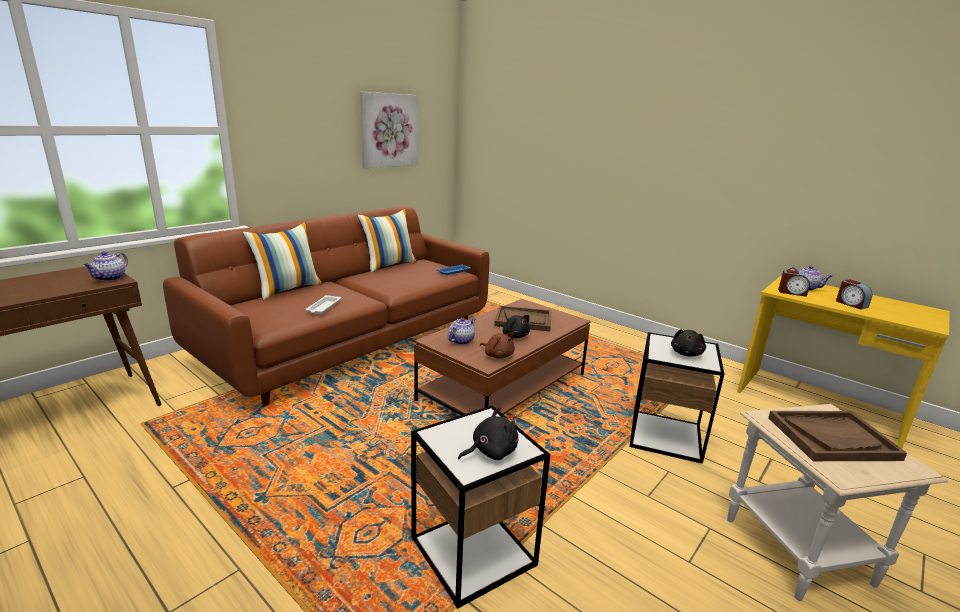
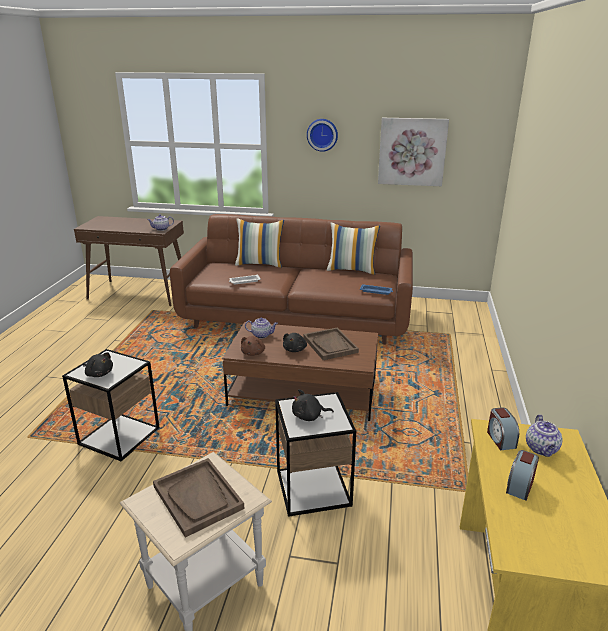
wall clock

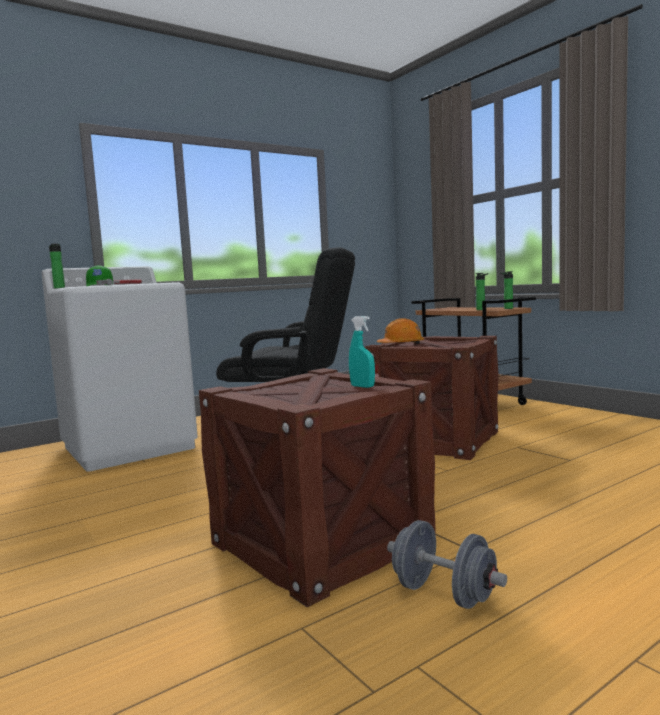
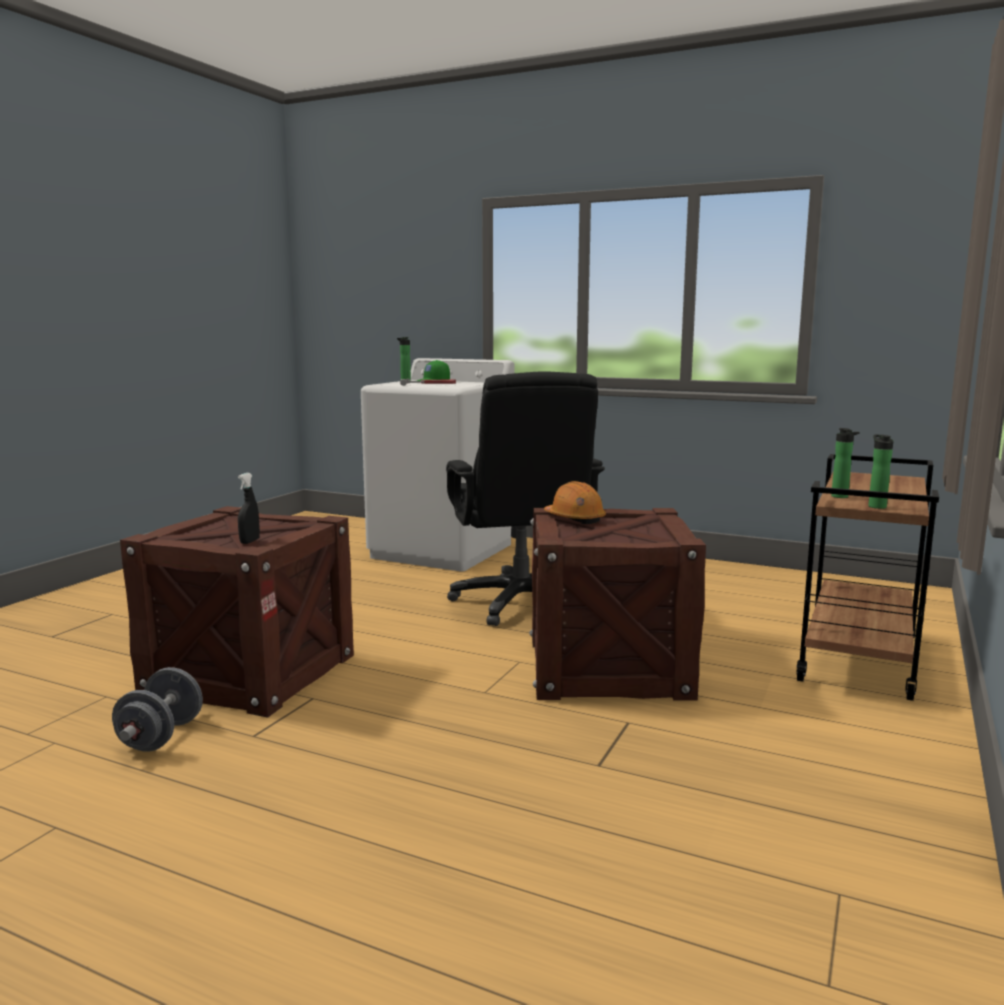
black spray bottle

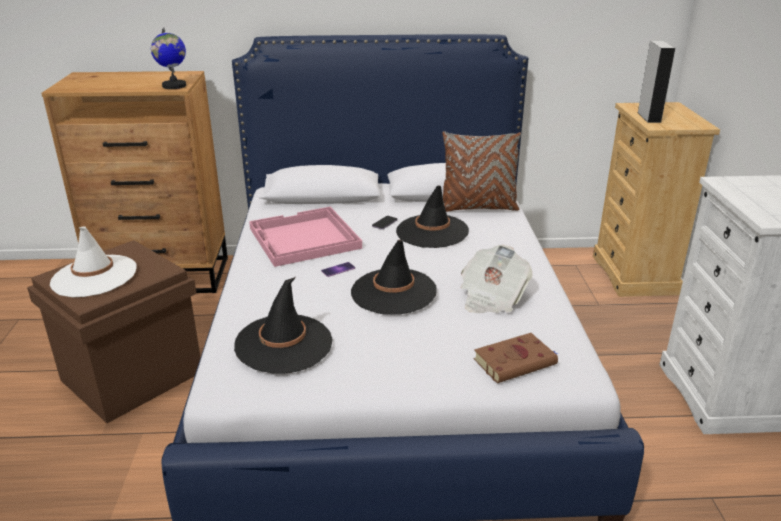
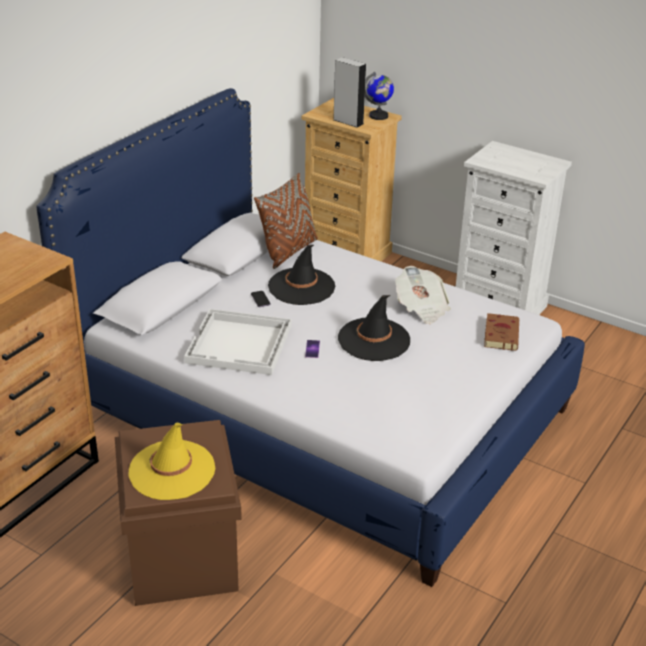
black hat (no. 1 from left in the first image)
globe
yellow hat
white tray

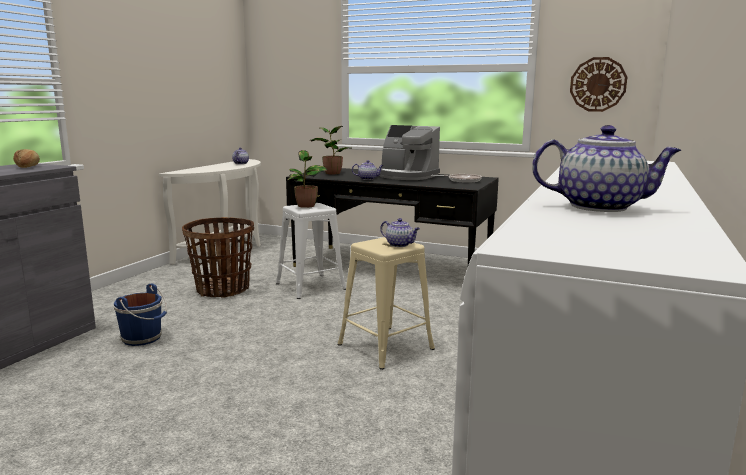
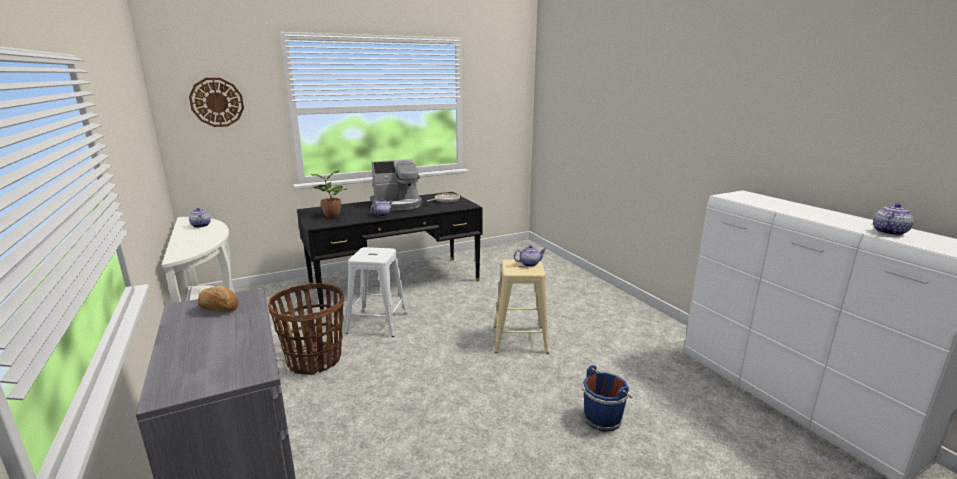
potted plant (no. 1 from left in the first image)
blue bucket
wall clock

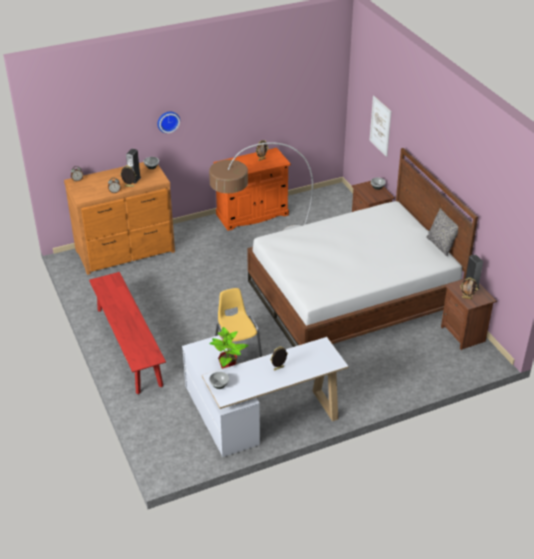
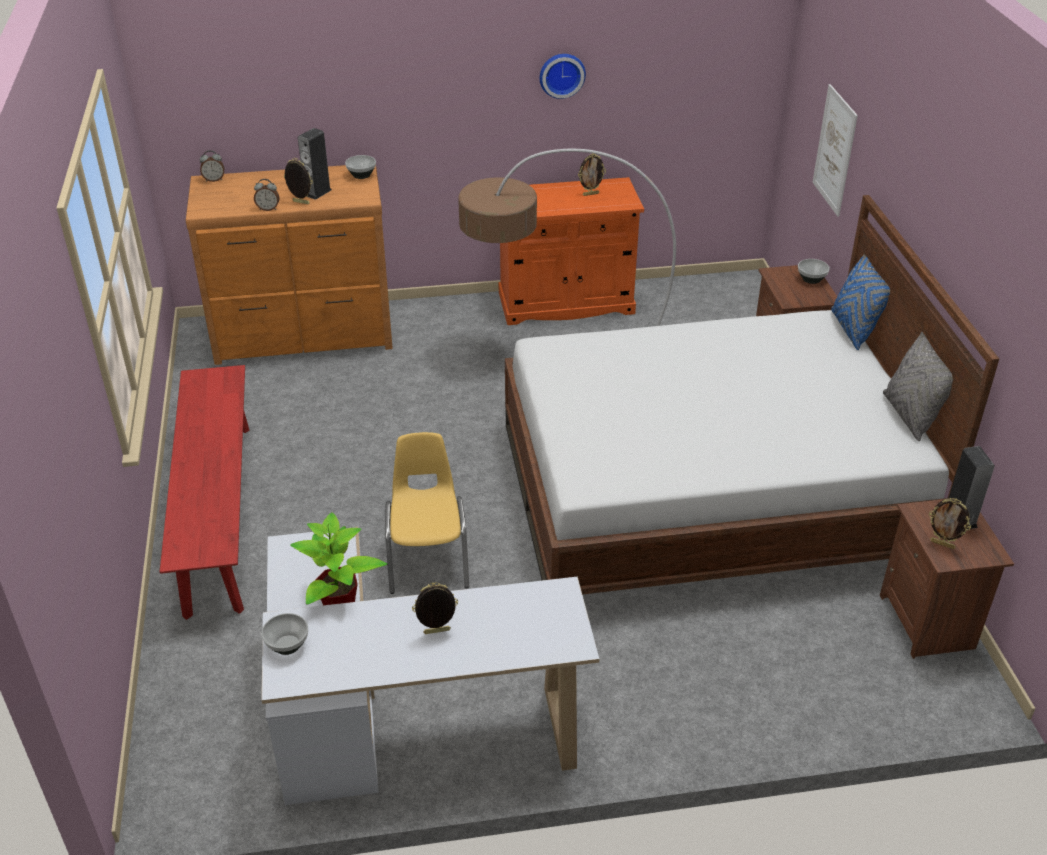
blue pillow
wall clock

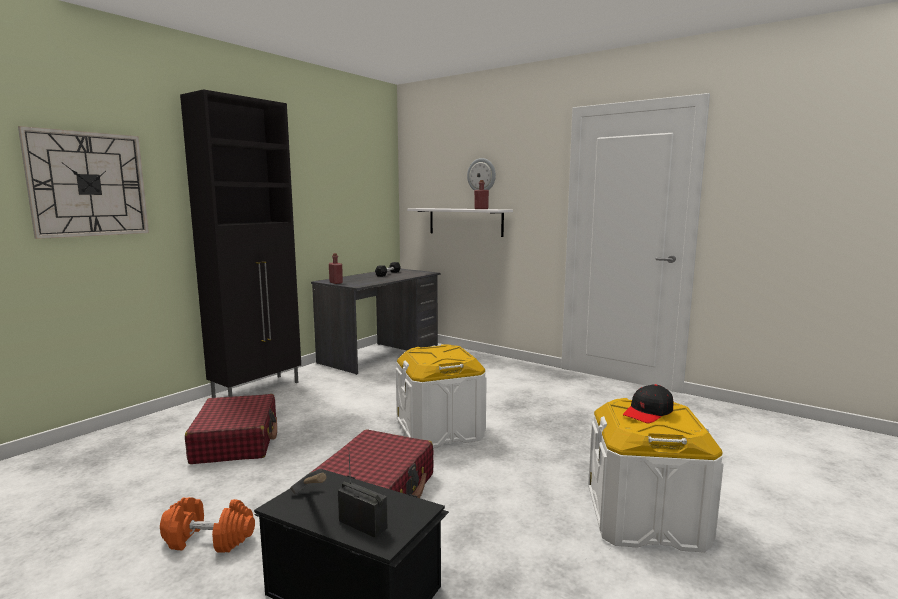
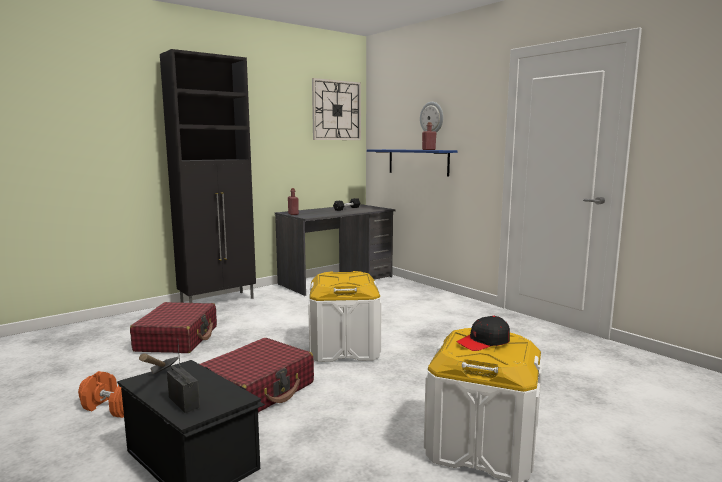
wall clock (no. 1 from left)
blue shelf

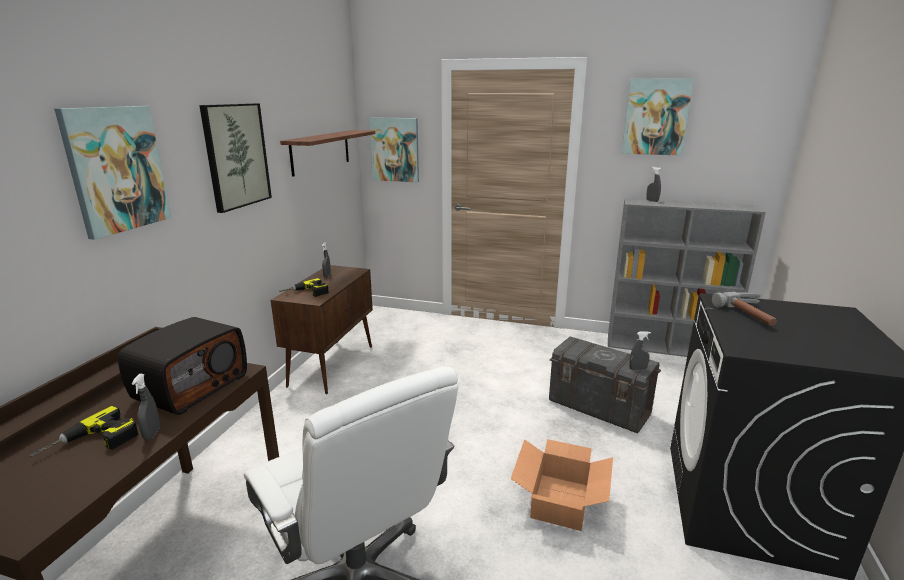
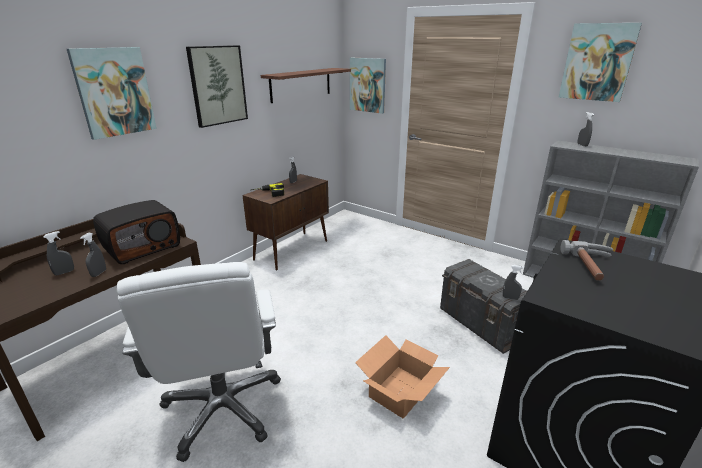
grey spray bottle (no. 1 from left)

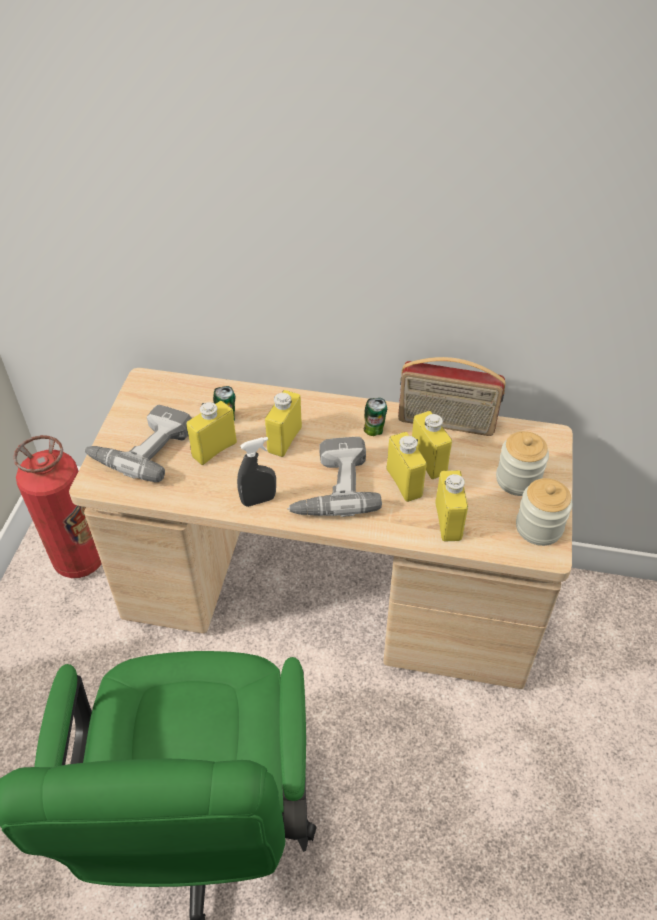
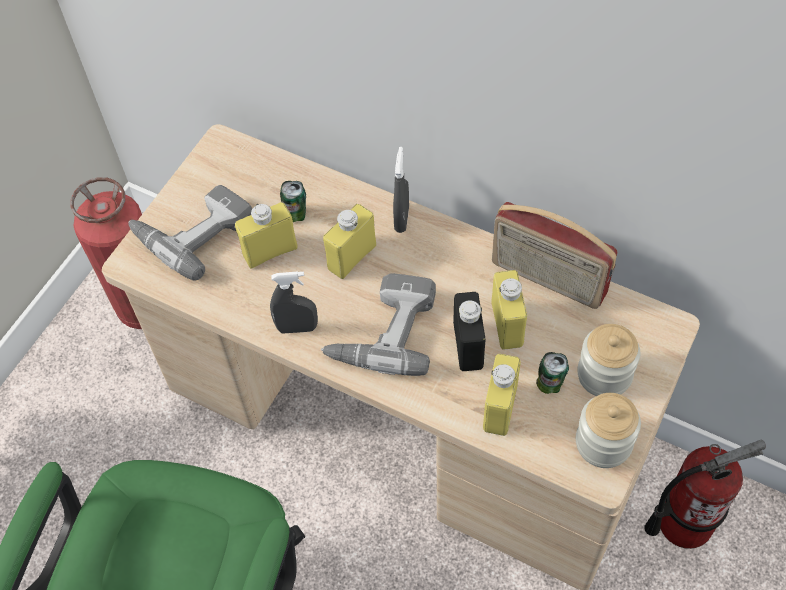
grey spray bottle (no. 2 from left)
fire extinguisher (no. 2 from left)
can (no. 2 from left)
black bottle

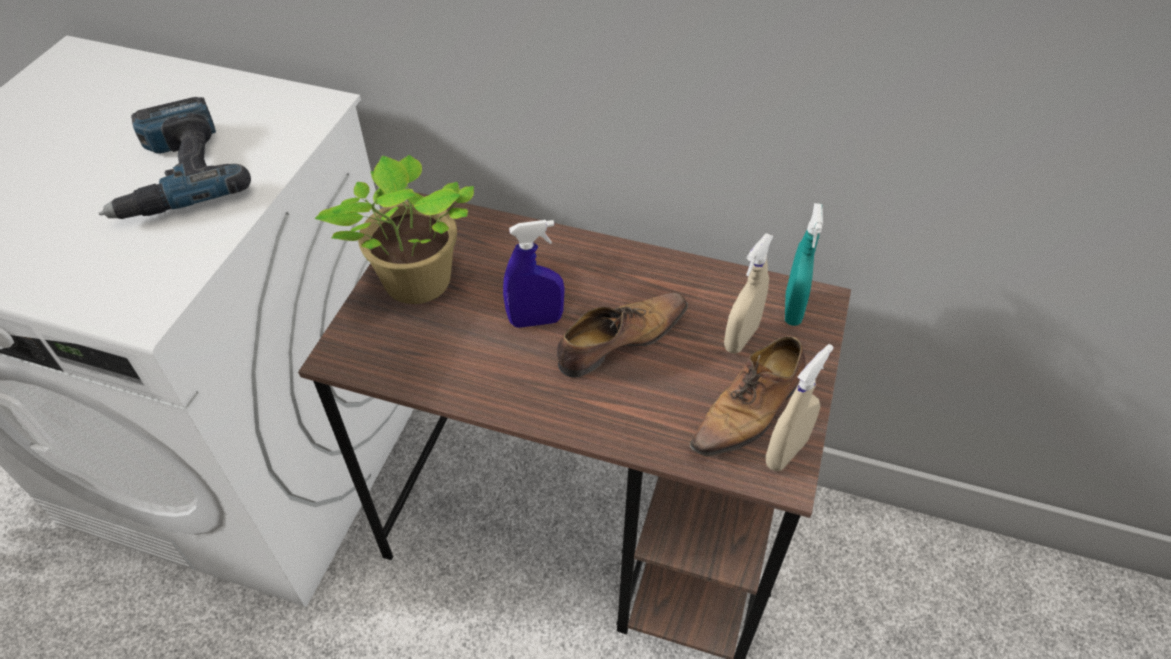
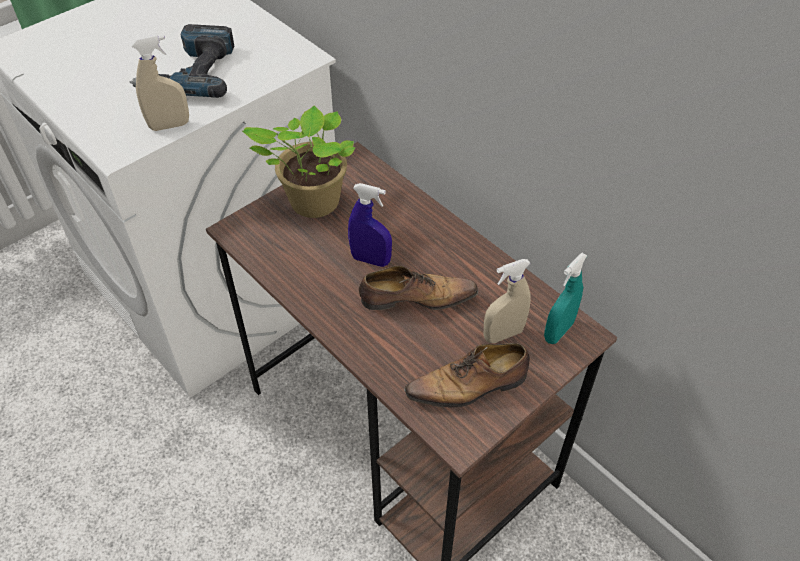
beige spray bottle (no. 1 from left)

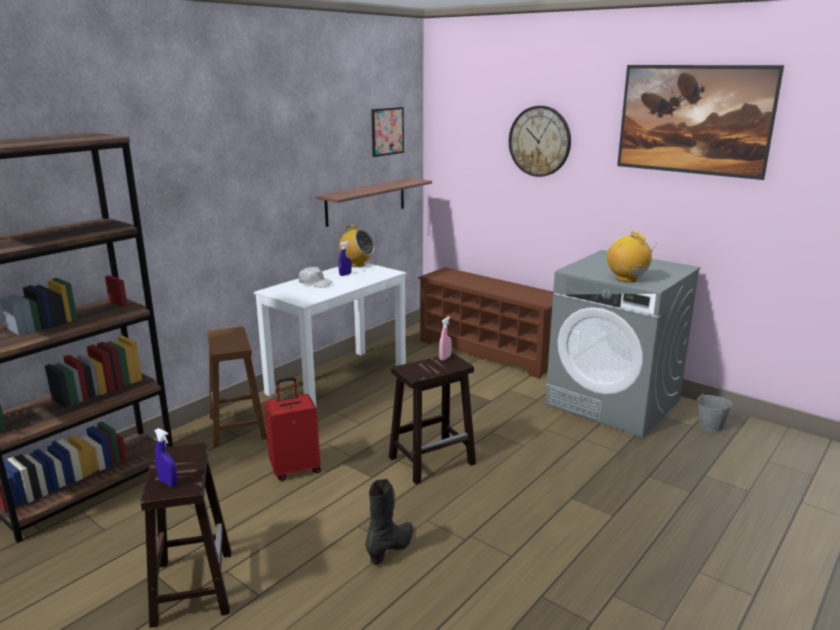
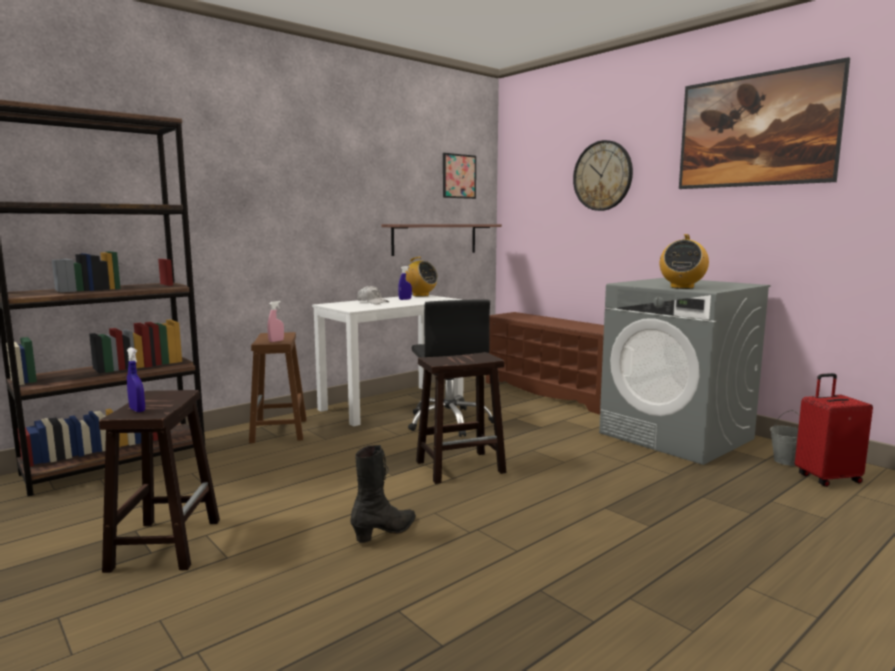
black office chair
red suitcase
pink spray bottle
radio (no. 2 from left)

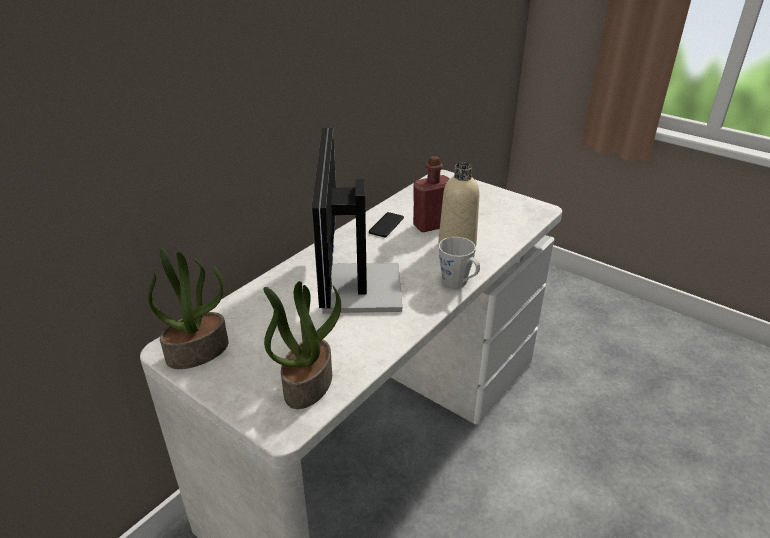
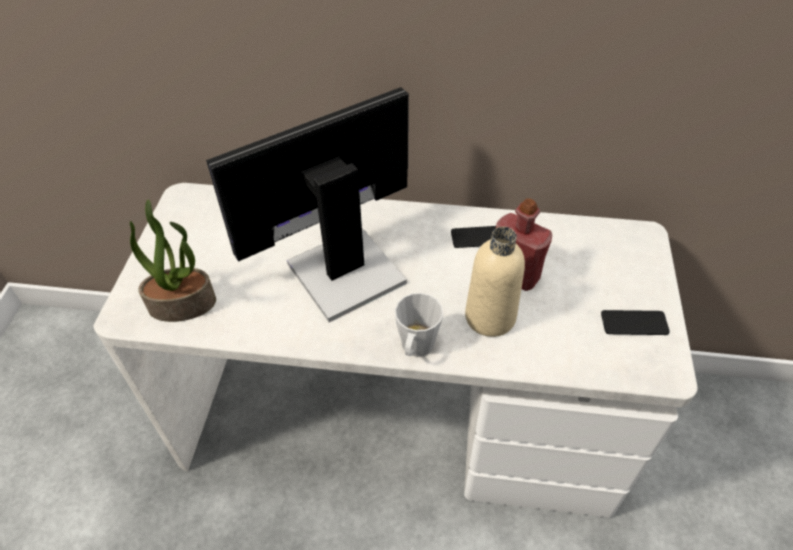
potted plant (no. 1 from left in the first image)
phone (no. 2 from left)

